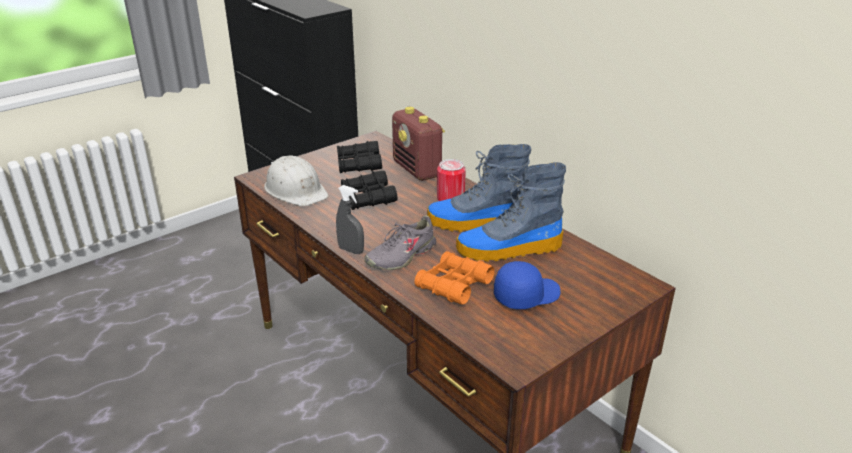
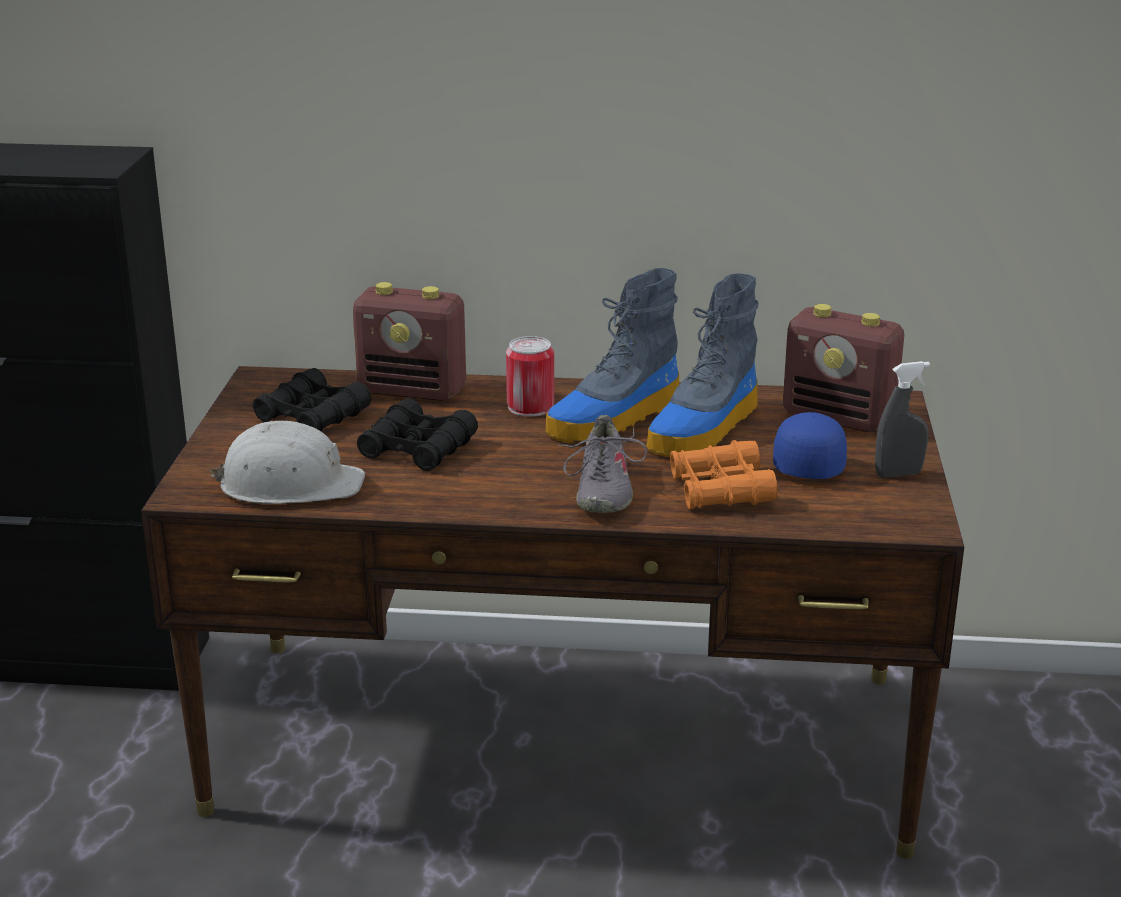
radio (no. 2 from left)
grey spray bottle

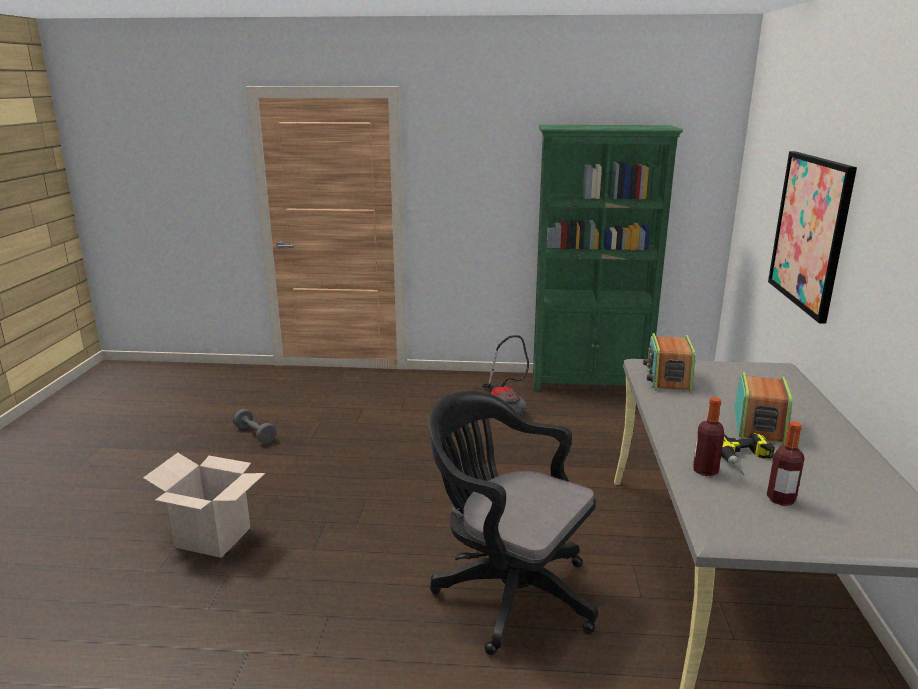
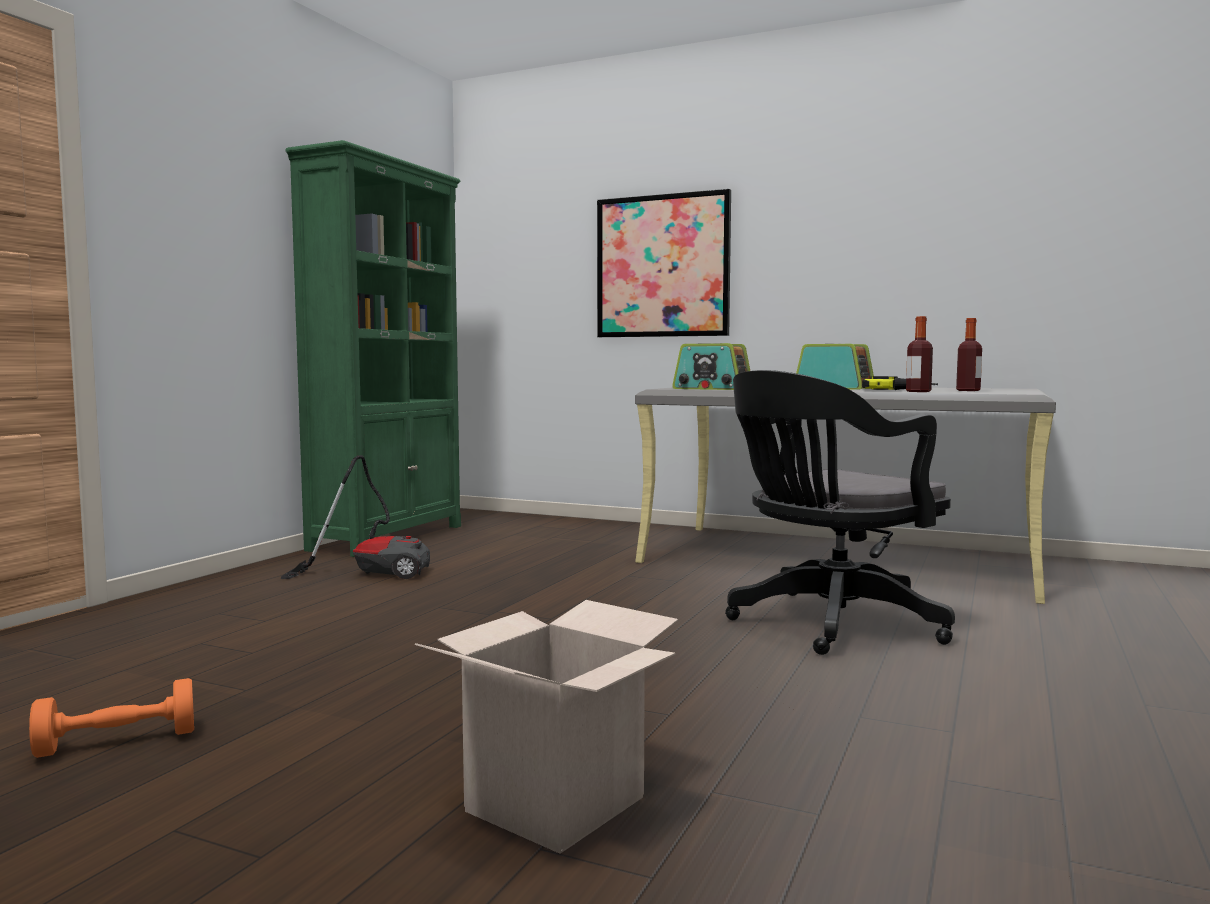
orange dumbbell

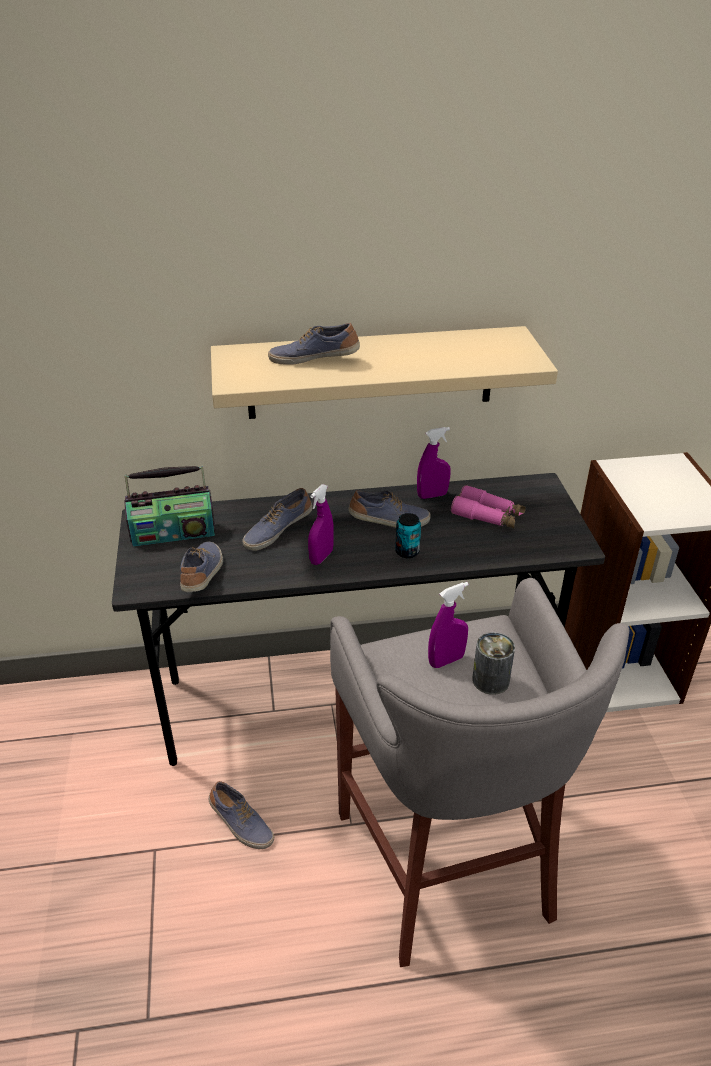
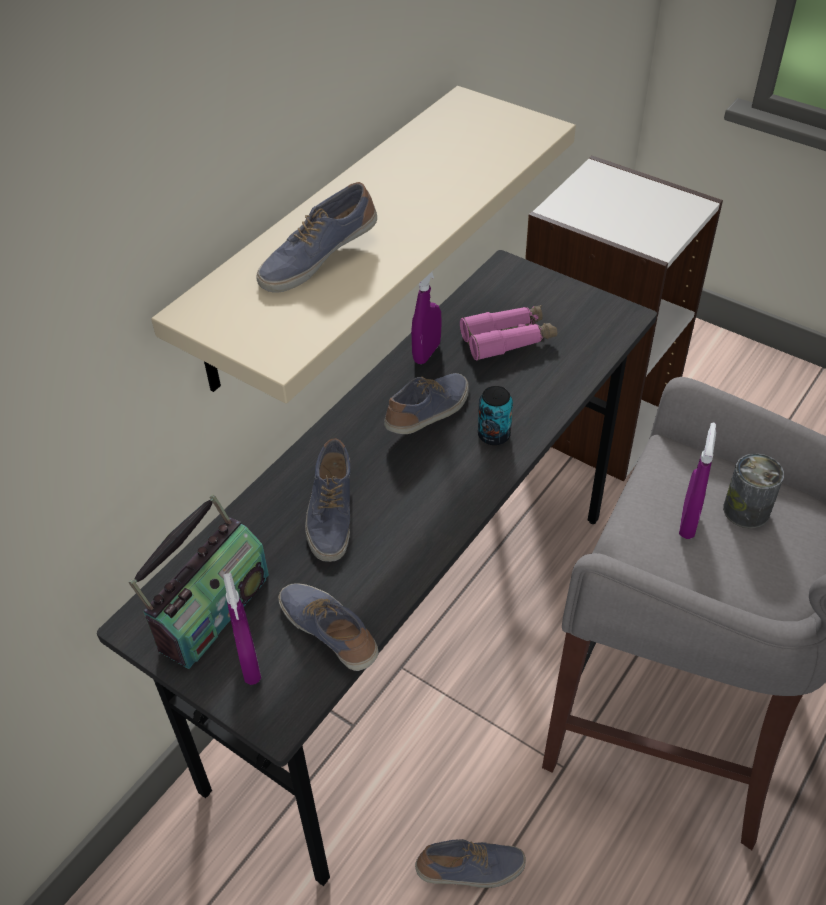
purple spray bottle (no. 1 from left)

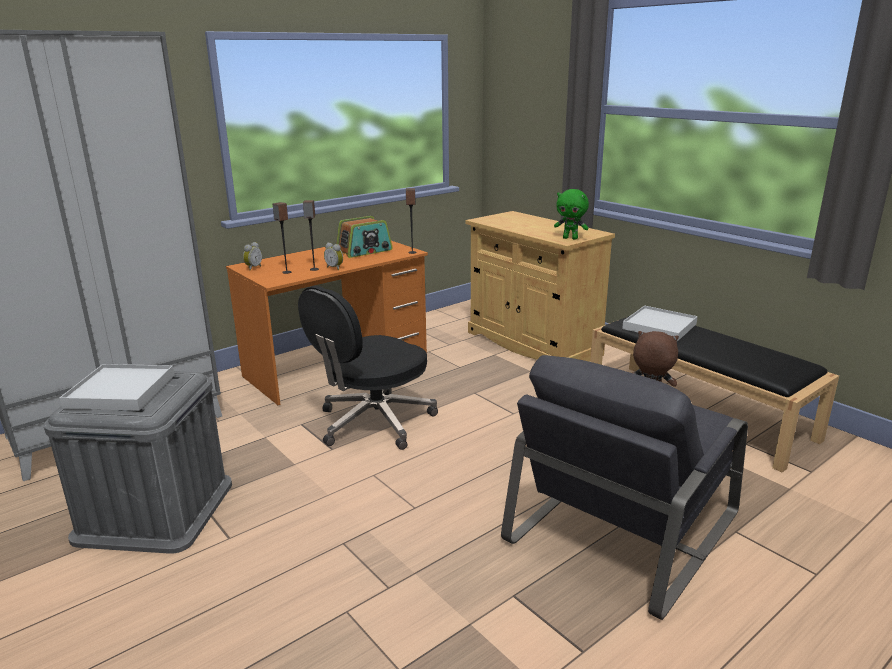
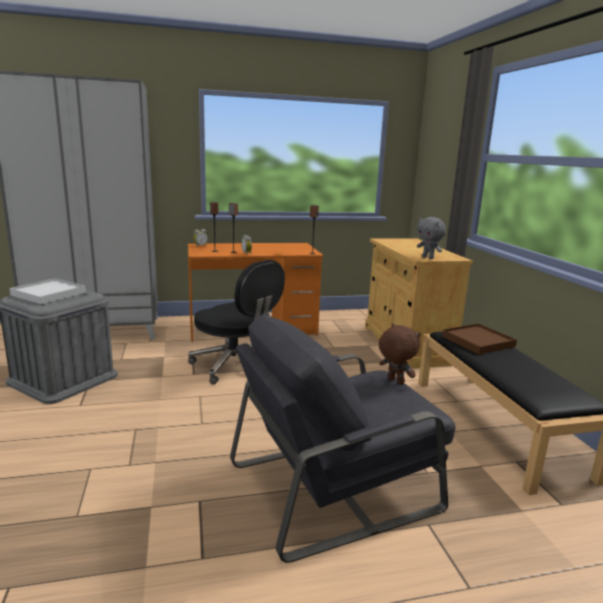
radio
grey plush toy
brown tray
black office chair

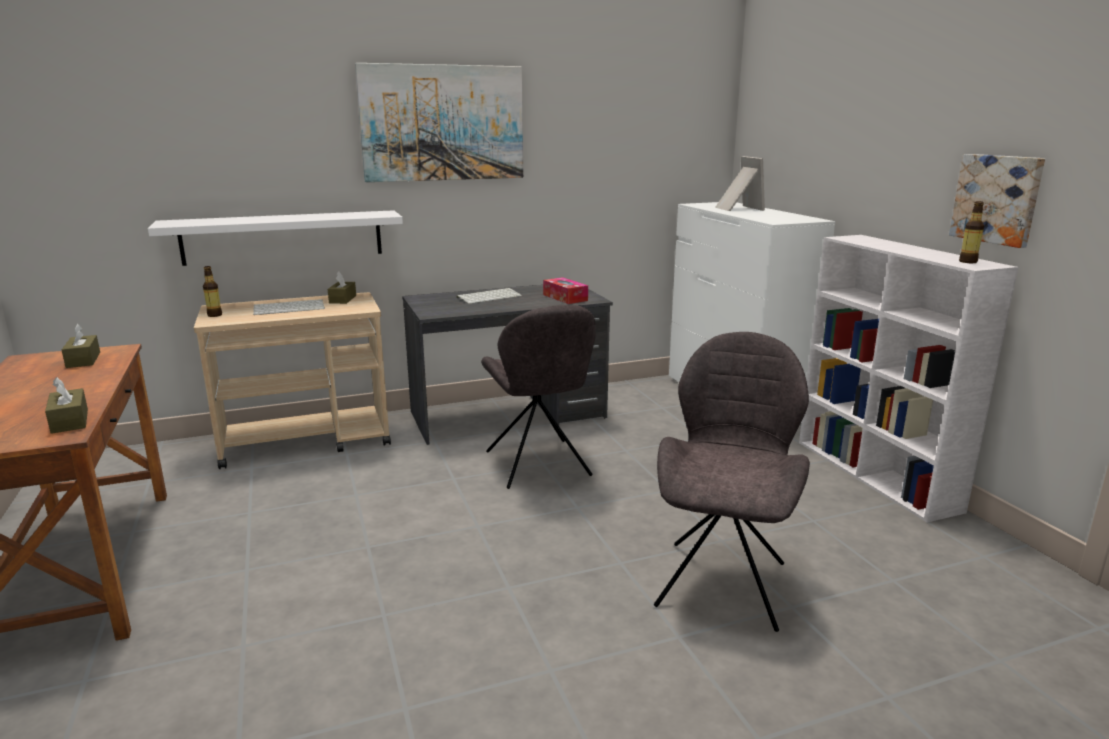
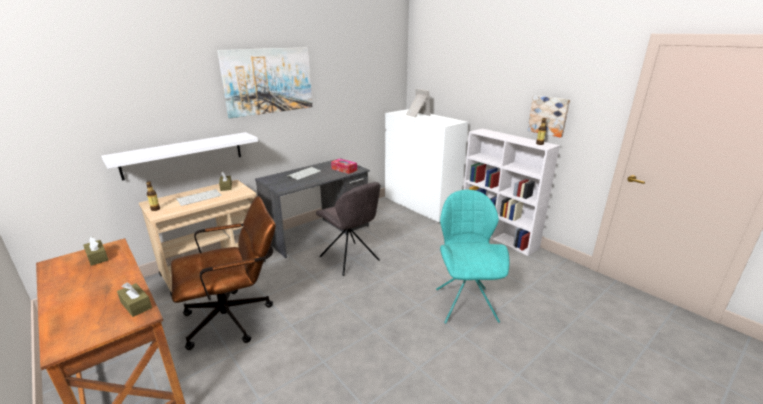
brown office chair
turquoise chair

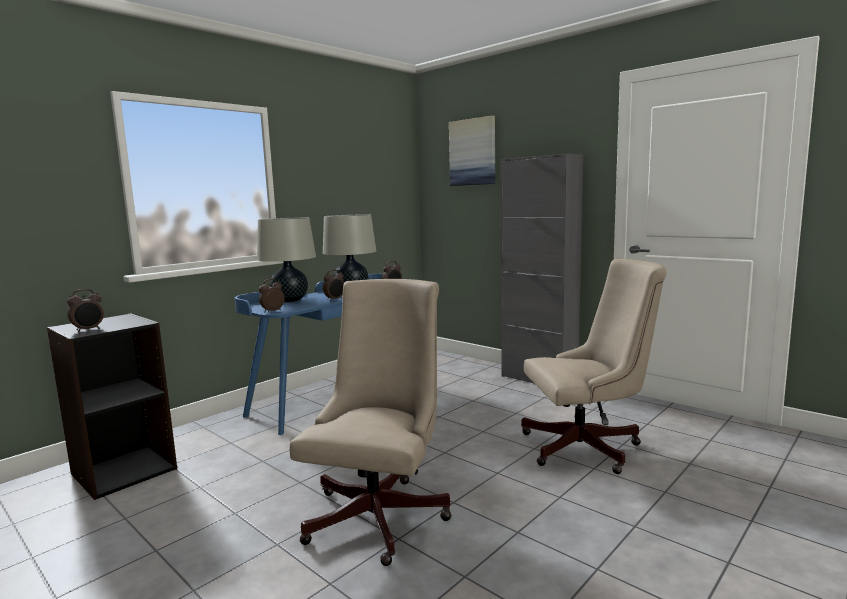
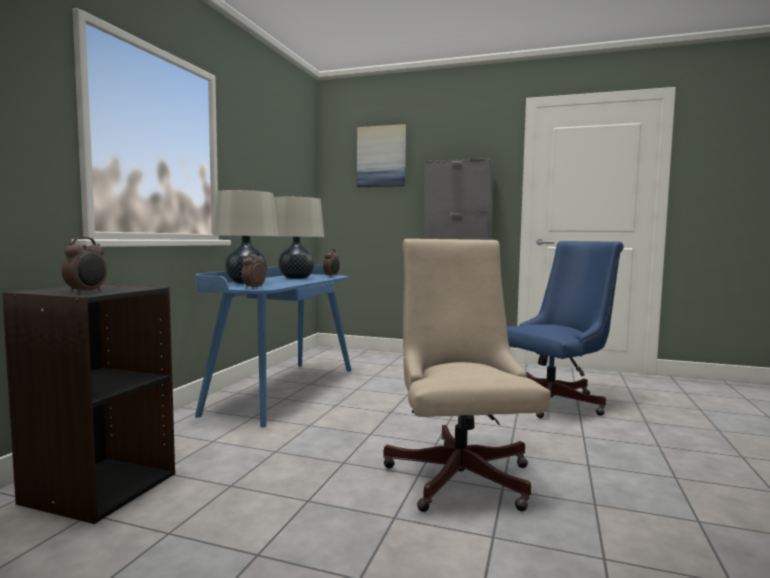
alarm clock (no. 3 from left in the first image)
blue office chair

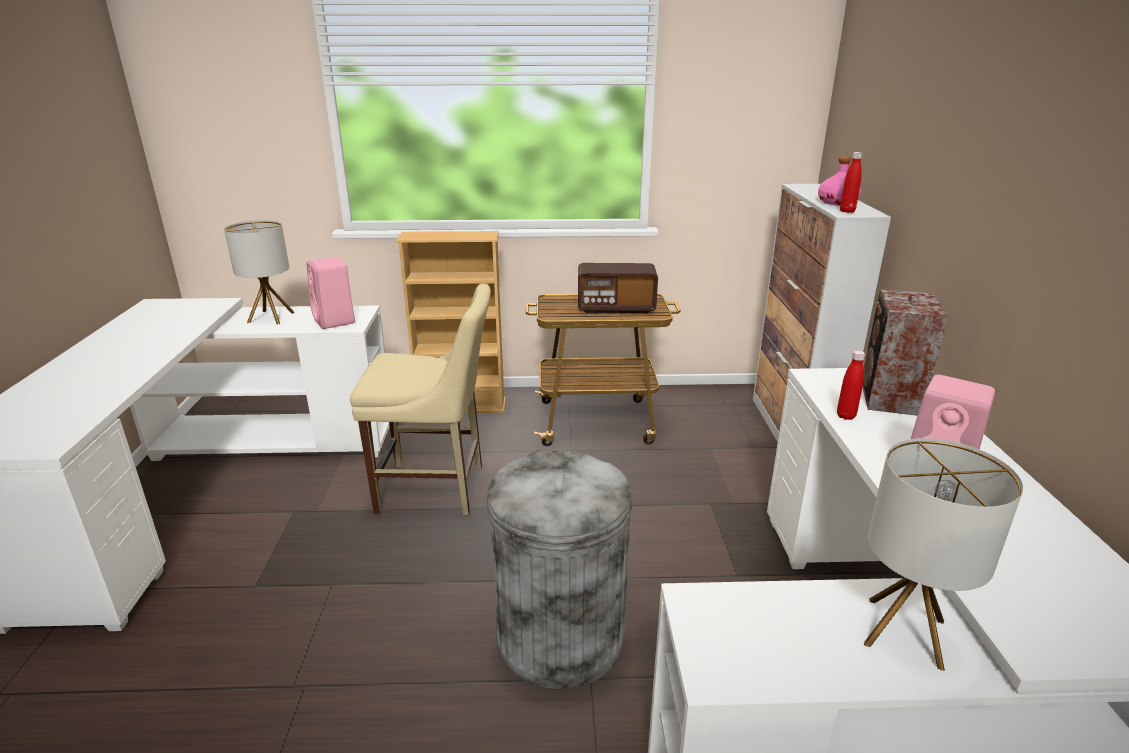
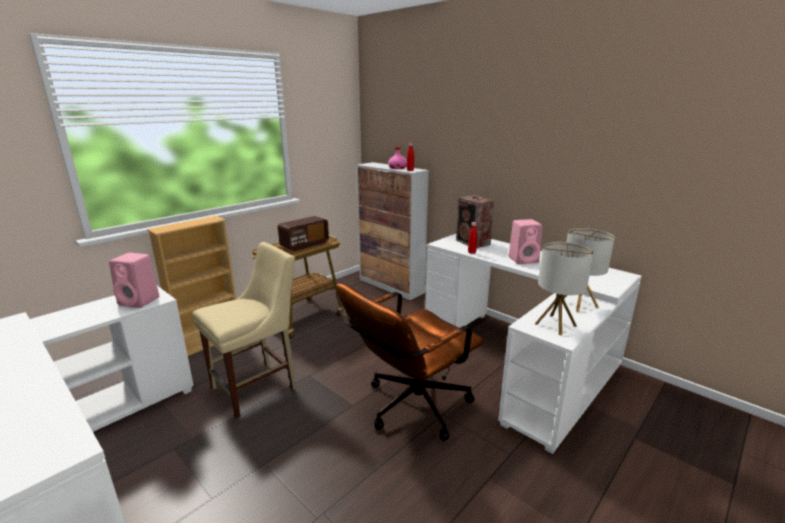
table lamp (no. 1 from left)
brown office chair

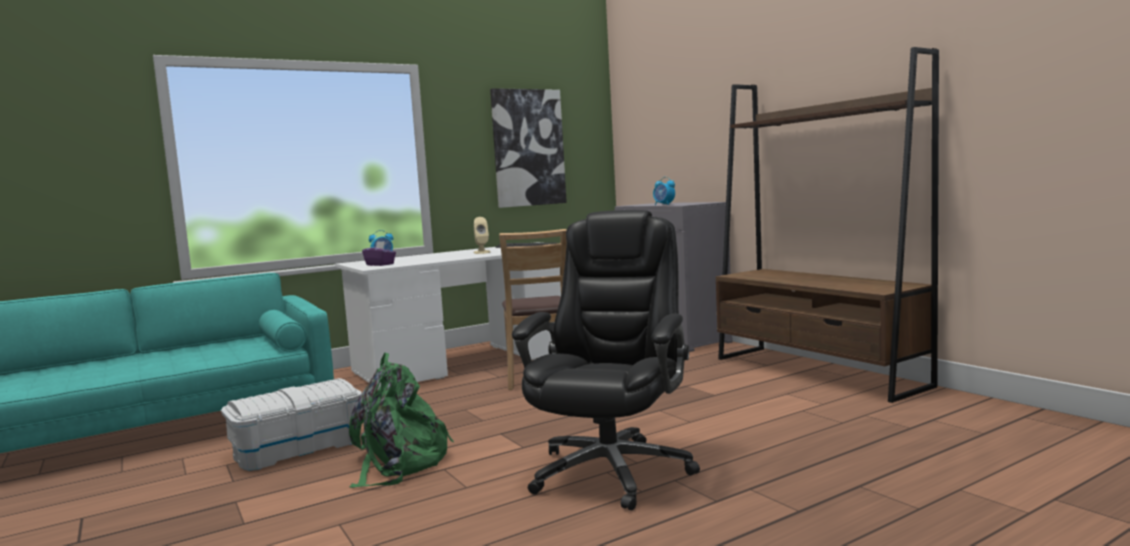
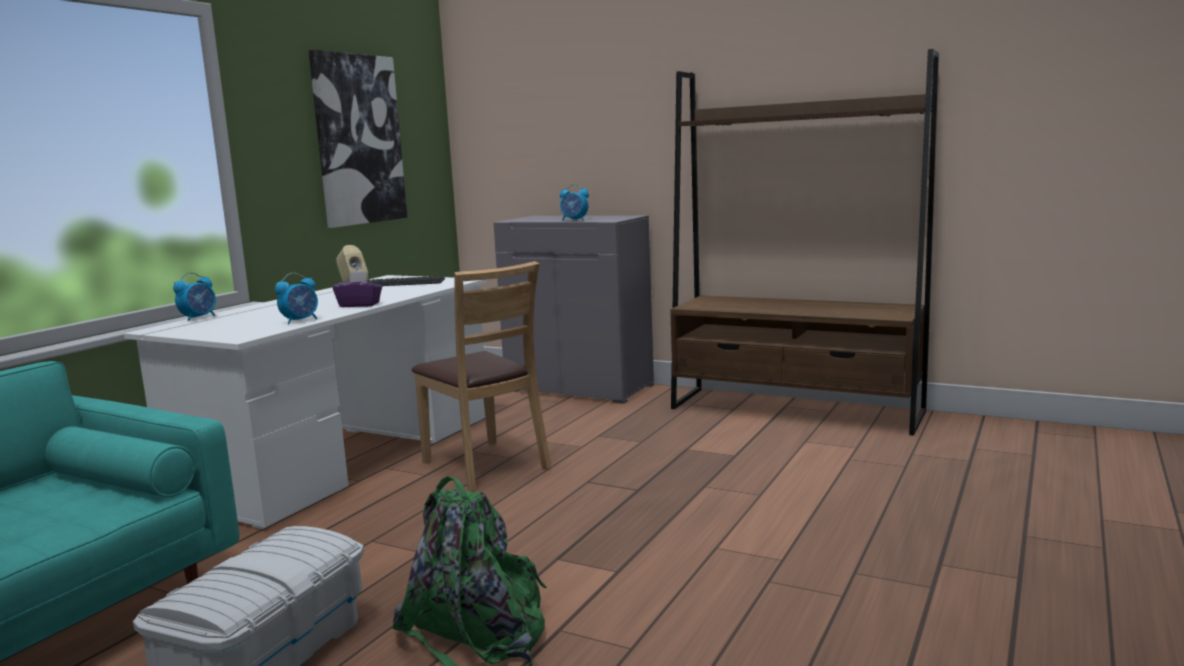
black office chair
alarm clock (no. 2 from left)
purple tissue box

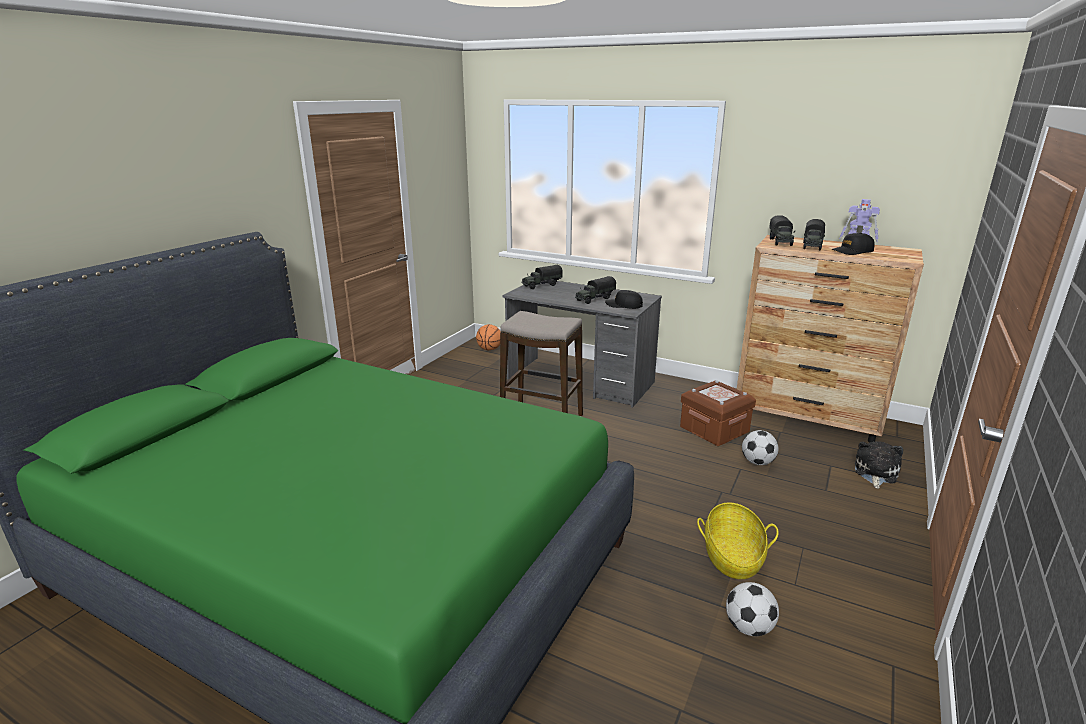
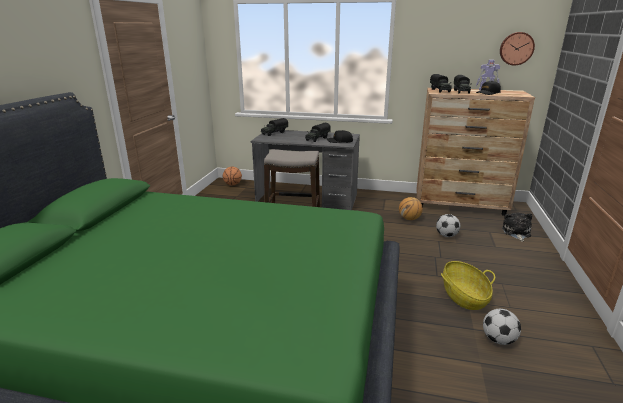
wall clock
basketball (no. 2 from left)

